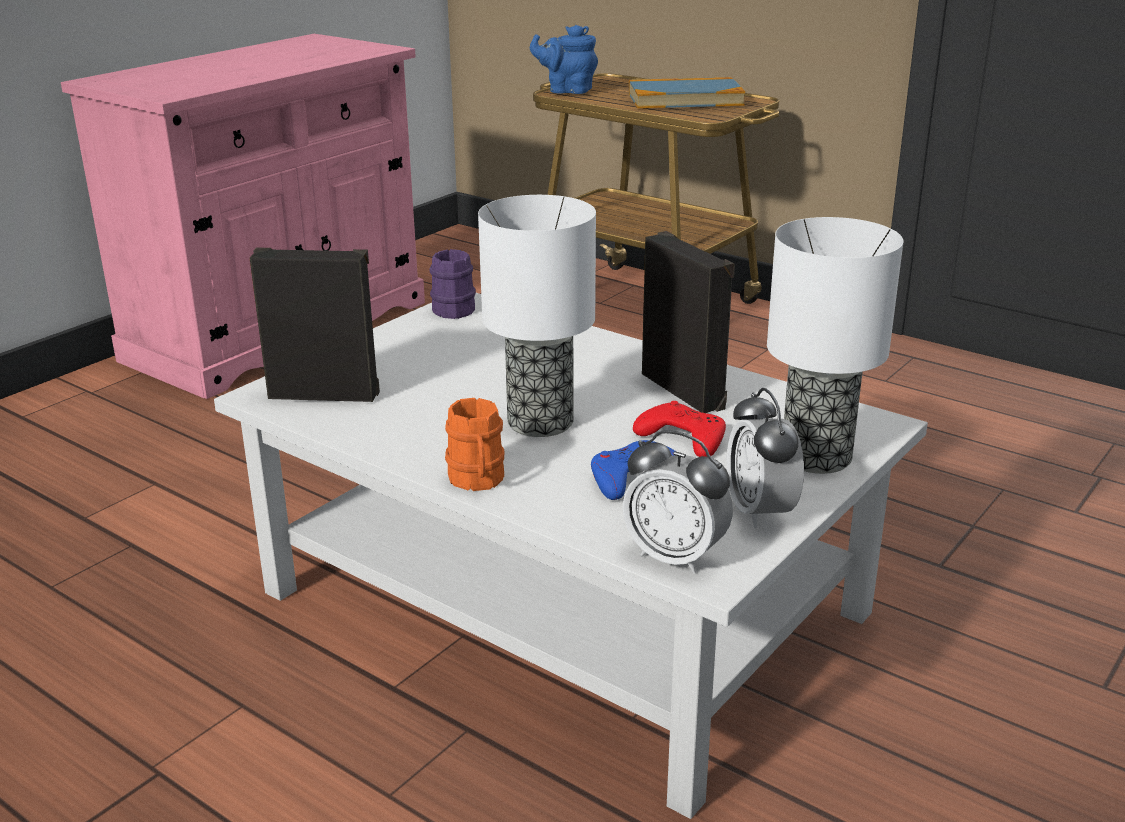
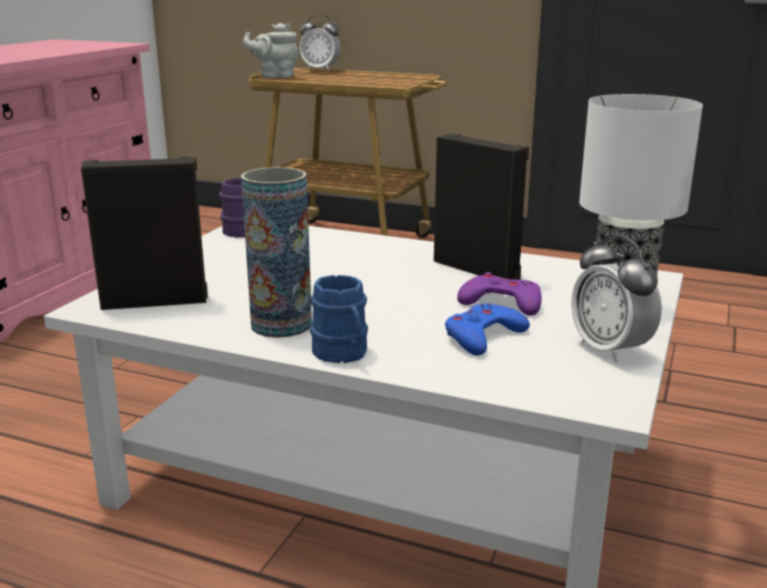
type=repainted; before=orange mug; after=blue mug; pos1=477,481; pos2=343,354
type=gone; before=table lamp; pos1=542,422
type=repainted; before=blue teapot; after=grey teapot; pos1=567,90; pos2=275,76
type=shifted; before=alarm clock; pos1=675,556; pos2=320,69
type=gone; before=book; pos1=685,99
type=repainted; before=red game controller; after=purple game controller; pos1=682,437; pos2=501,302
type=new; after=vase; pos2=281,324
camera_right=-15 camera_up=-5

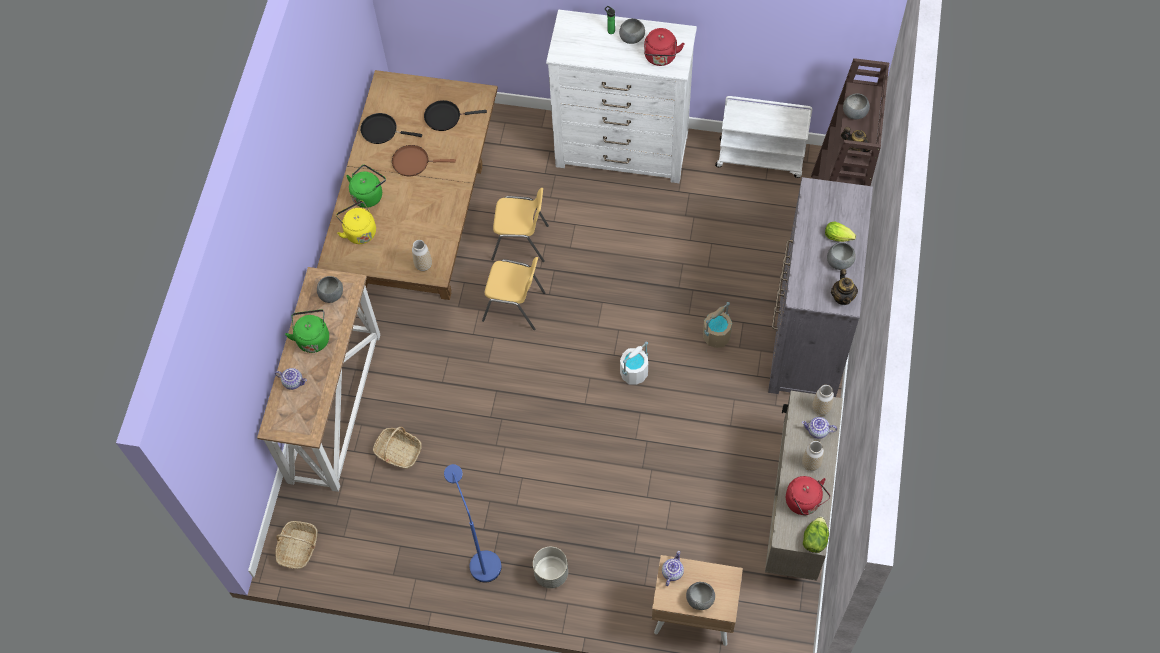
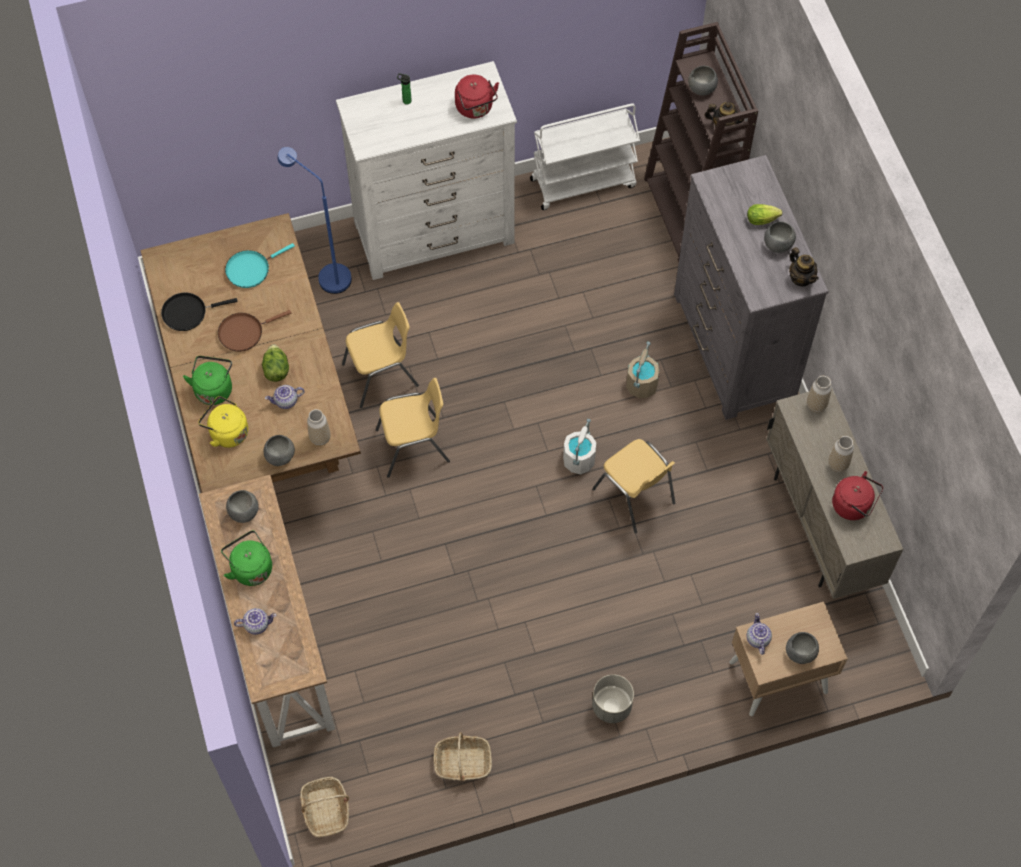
type=shifted; before=basket; pos1=398,452; pos2=462,762
type=repainted; before=black frying pan; after=turquoise frying pan; pos1=445,117; pos2=250,269
type=shifted; before=blue floor lamp; pos1=481,559; pos2=327,275
type=shifted; before=grey bowl; pos1=632,38; pos2=280,456
type=shifted; before=teapot; pos1=817,431; pos2=286,402
type=shifted; before=lettuce; pos1=814,539; pos2=276,369
type=new; after=yellow chair; pos2=634,497
camera_right=-30 camera_up=0

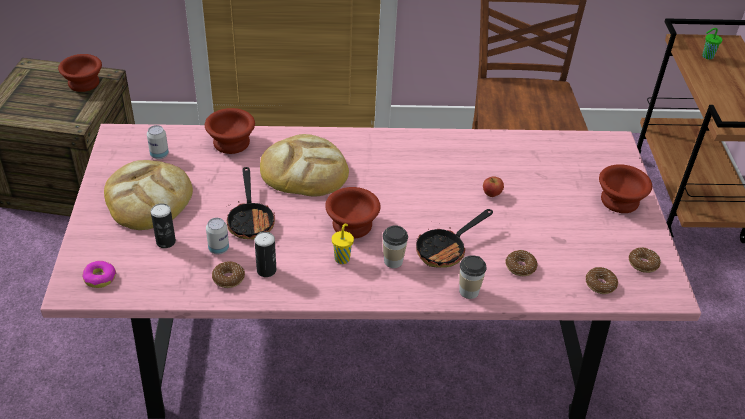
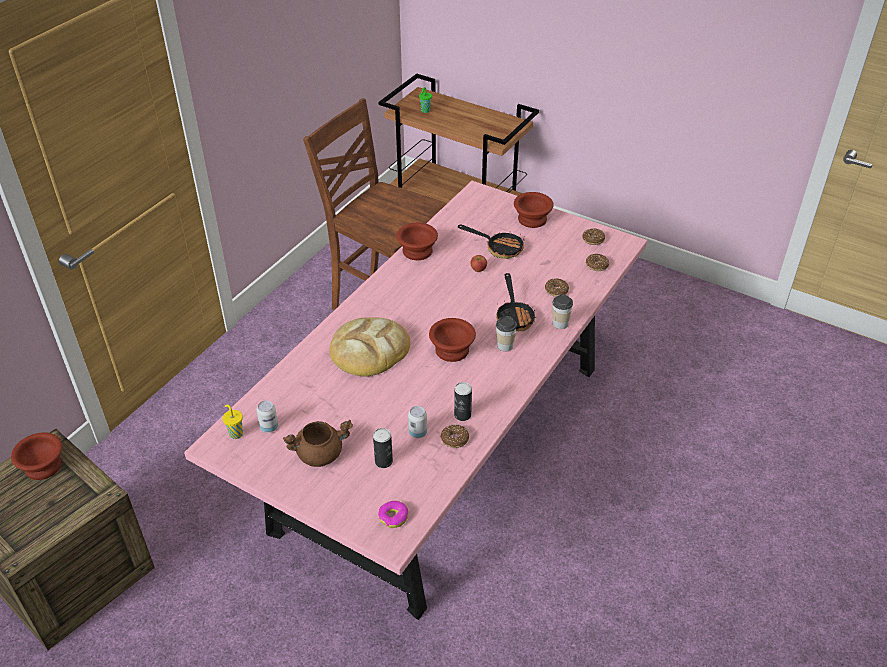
type=swapped; before=bread; after=brown cooking pot; pos1=148,198; pos2=320,454
type=shifted; before=brown bowl; pos1=233,143; pos2=418,250
type=shifted; before=frying pan; pos1=251,220; pos2=499,248
type=shifted; before=yellow cup; pos1=342,258; pos2=235,433
camera_right=-55 camera_up=0

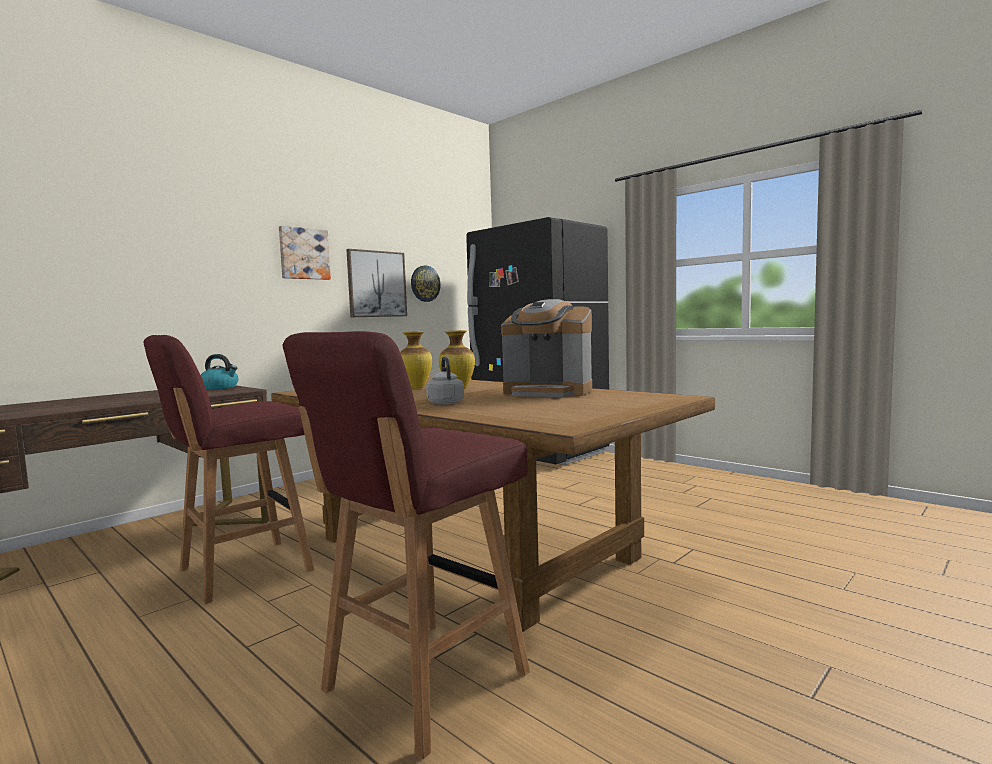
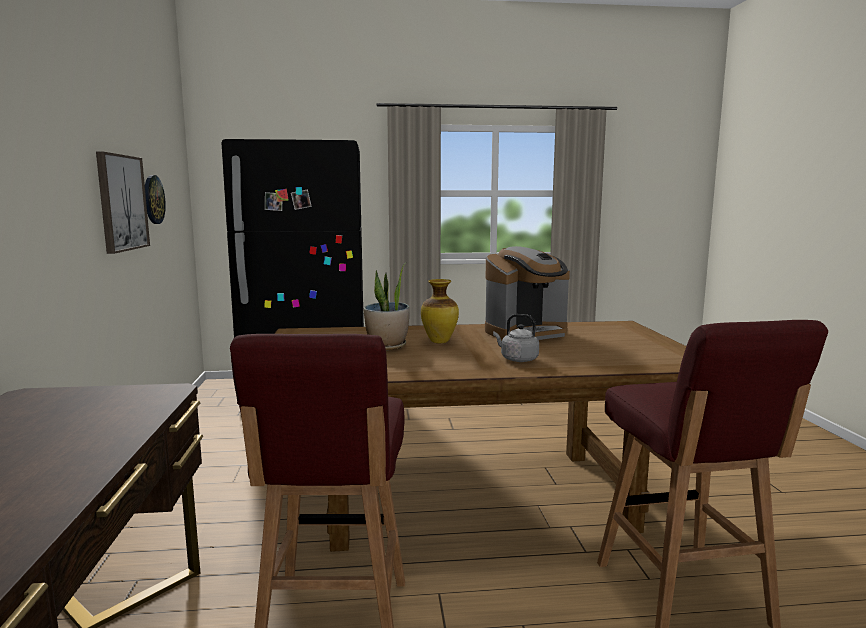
type=gone; before=kettle; pos1=220,387
type=gone; before=picture; pos1=304,254
type=swapped; before=vase; after=potted plant; pos1=416,388; pos2=387,346
camera_right=-50 camera_up=5

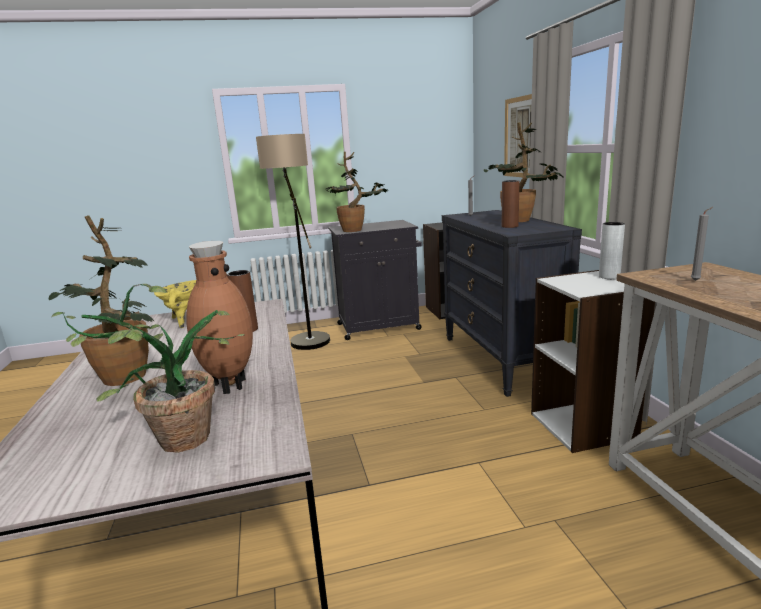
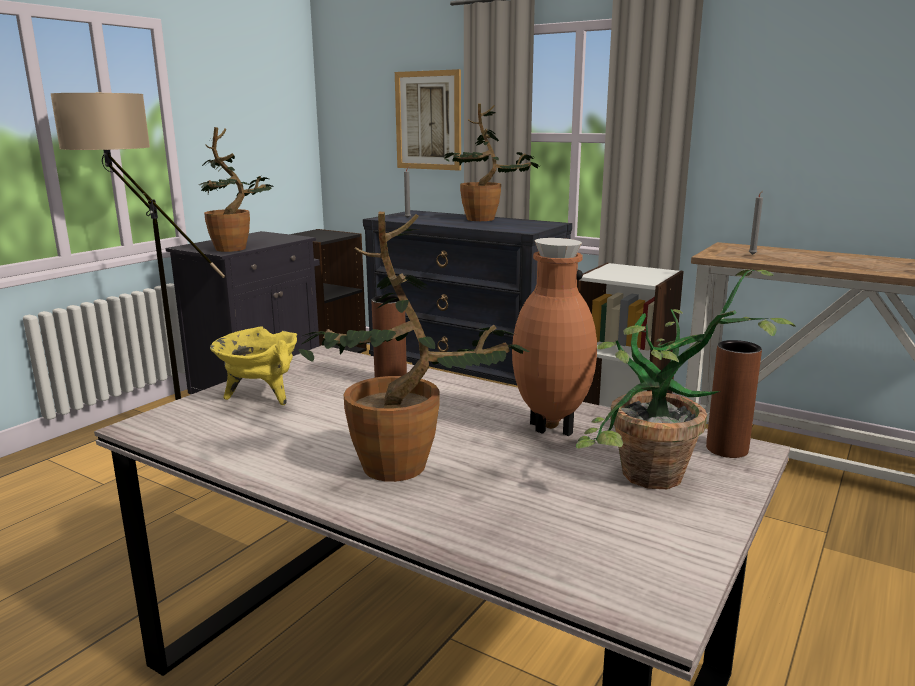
type=shifted; before=brown vase; pos1=509,226; pos2=727,449
type=gone; before=grey vase; pos1=609,277
camera_right=-45 camera_up=0

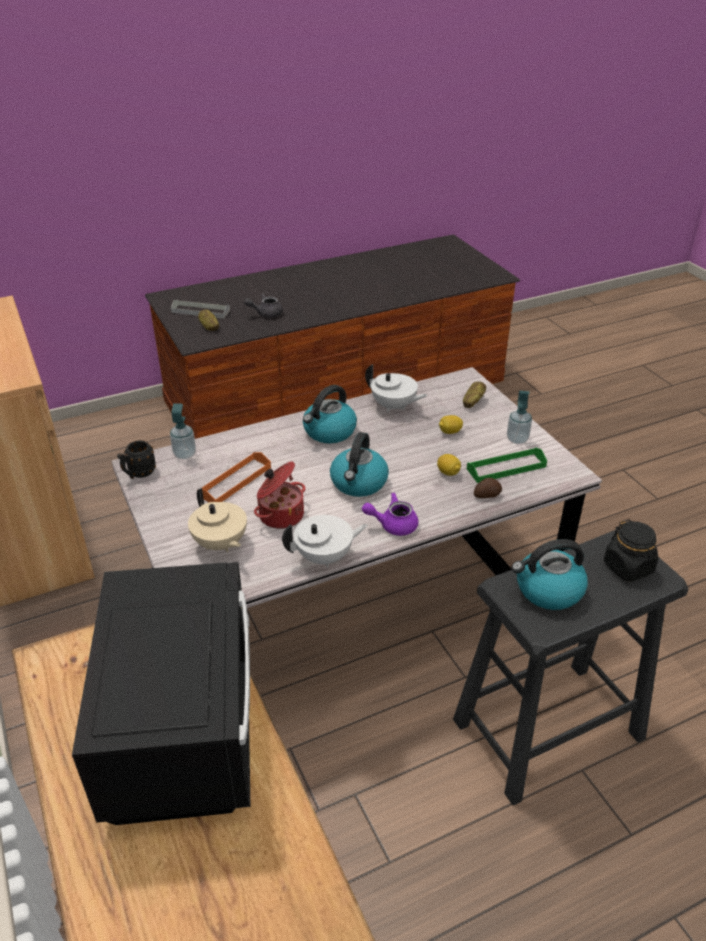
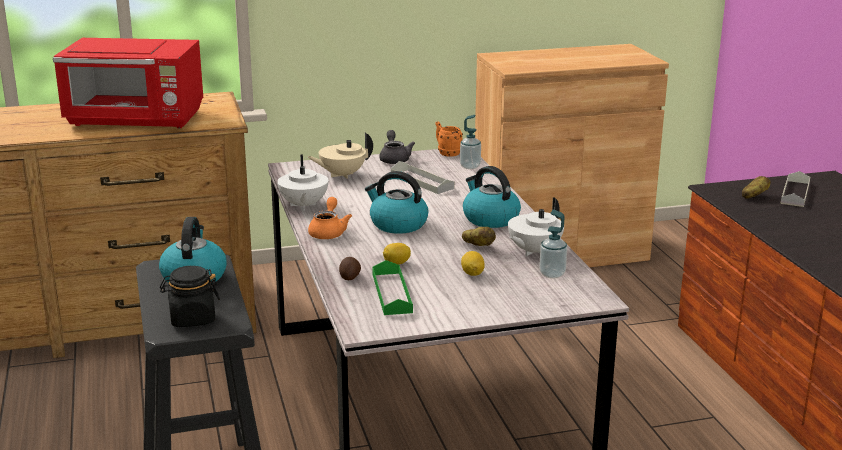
type=repainted; before=black microwave; after=red microwave; pos1=185,726; pos2=137,120
type=repainted; before=black mug; after=orange mug; pos1=138,474; pos2=447,153
type=repainted; before=orange tray; after=grey tray; pos1=235,481; pos2=422,181
type=shifted; before=grey teapot; pos1=266,313; pos2=394,159
type=gone; before=cooking pot; pos1=280,514
type=repainted; before=purple teapot; after=orange teapot; pos1=393,525; pos2=328,232
type=shifted; before=potato; pos1=472,402; pos2=478,246
type=shifted; before=soap dispenser; pos1=517,439; pos2=552,274
camera_right=100 camera_up=-15

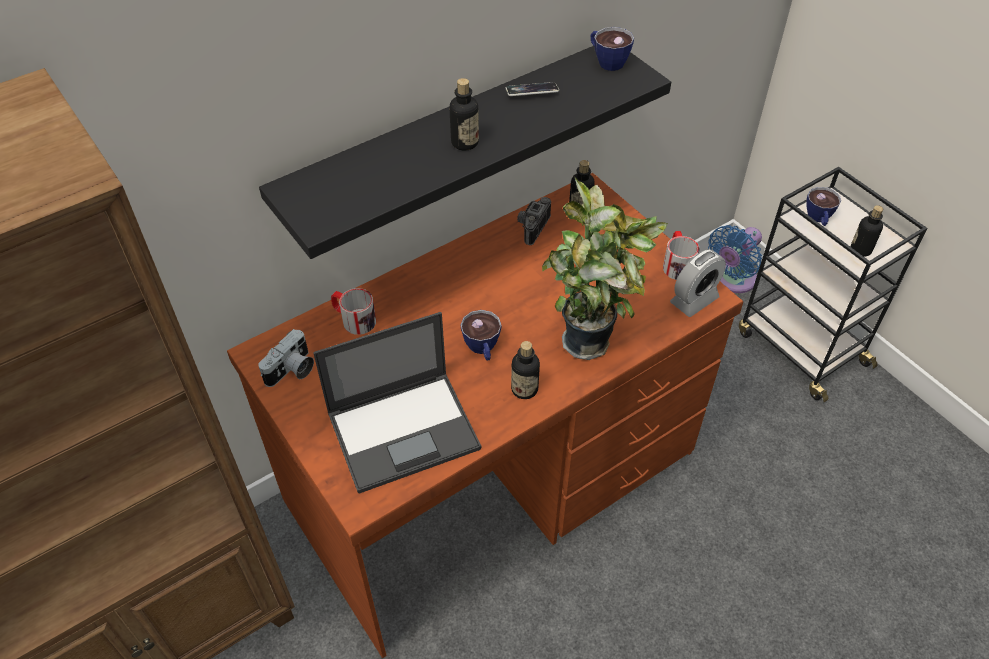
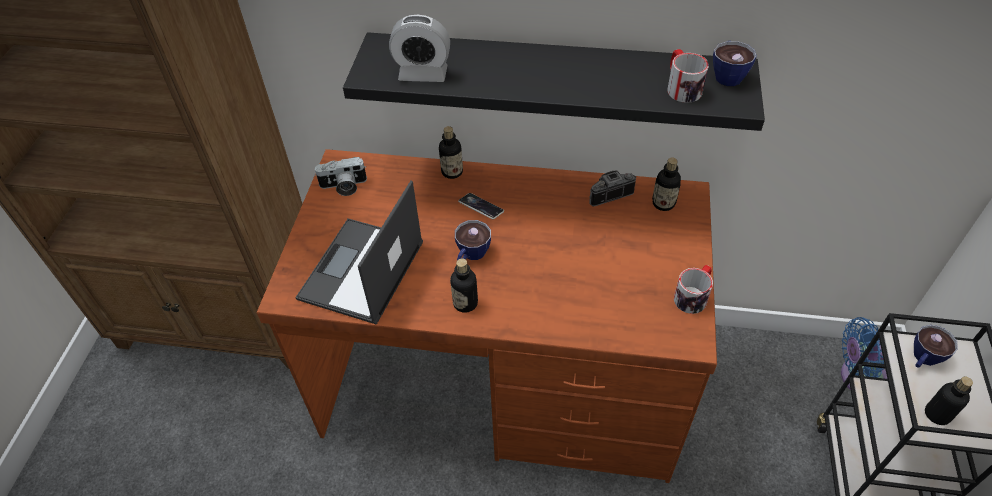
type=rotated; before=laptop; pos1=405,430; pos2=361,272; turn=90
type=shifted; before=mug; pos1=354,319; pos2=681,87
type=shifted; before=bottle; pos1=465,142; pos2=452,172
type=shifted; before=phone; pos1=532,92; pos2=481,208
type=gone; before=potted plant; pos1=592,342
type=shifted; before=alarm clock; pos1=694,300; pos2=423,74
camera_right=45 camera_up=0

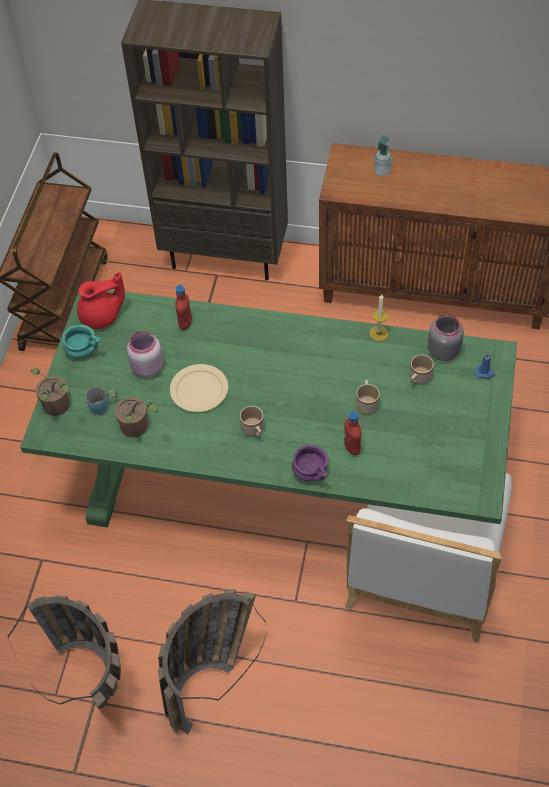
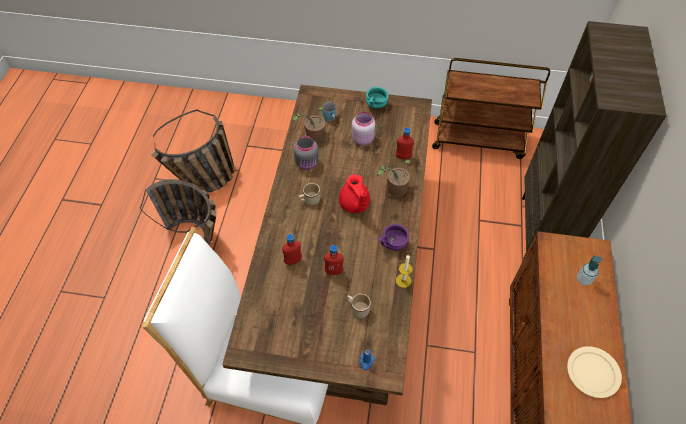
type=repainted; before=green dining table; after=brown dining table; pos1=280,477; pos2=343,273
type=shifted; before=potted plant; pos1=58,407; pos2=394,189
type=shifted; before=red teapot; pos1=102,316; pos2=354,204
type=shifted; before=beige plate; pos1=199,389; pos2=593,373
type=shifted; before=purple bowl; pos1=311,472; pos2=394,244
type=swapped; before=beige mug; after=red bottle; pos1=367,403; pos2=334,271
type=shifted; before=grey jar; pos1=444,351; pos2=307,164
camera_right=85 camera_up=0

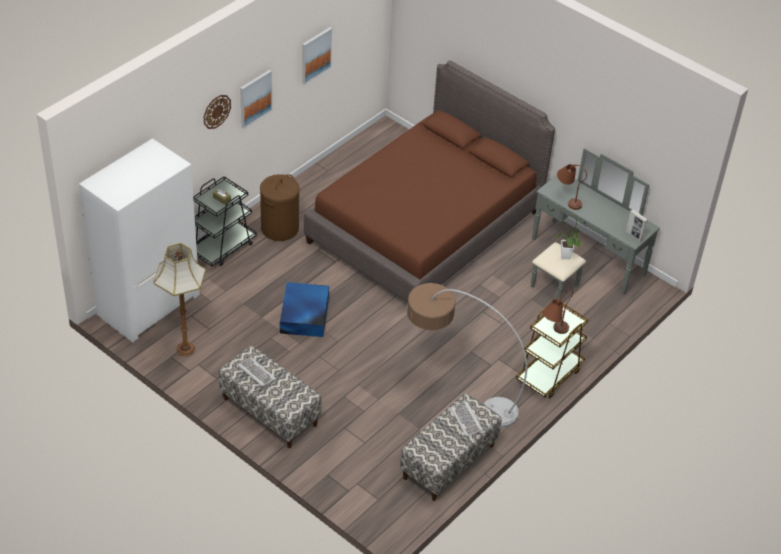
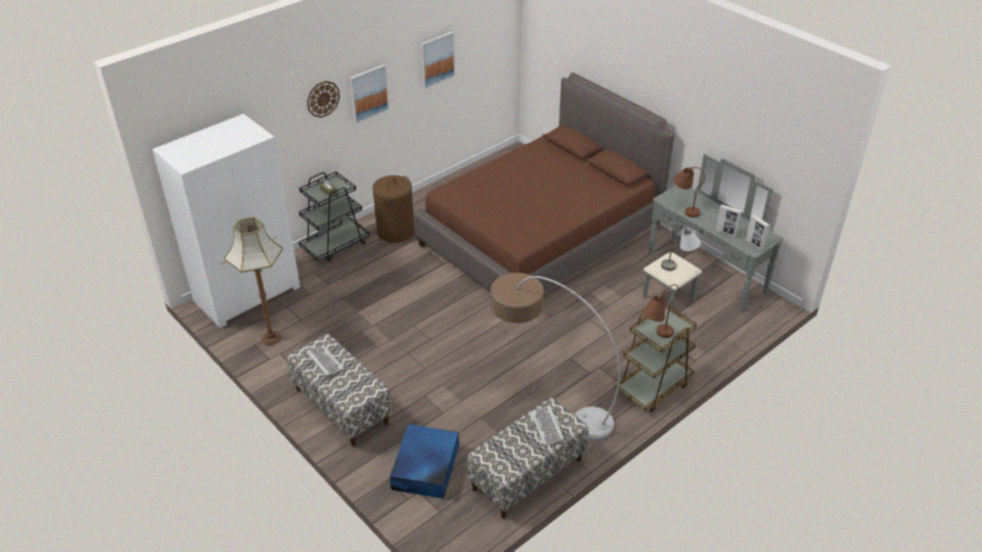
type=shifted; before=blue storage box; pos1=304,315; pos2=425,467
type=swapped; before=potted plant; after=grey table lamp; pos1=565,258; pos2=679,267
type=new; after=picture frame; pos2=725,233
camera_right=10 camera_up=-5

